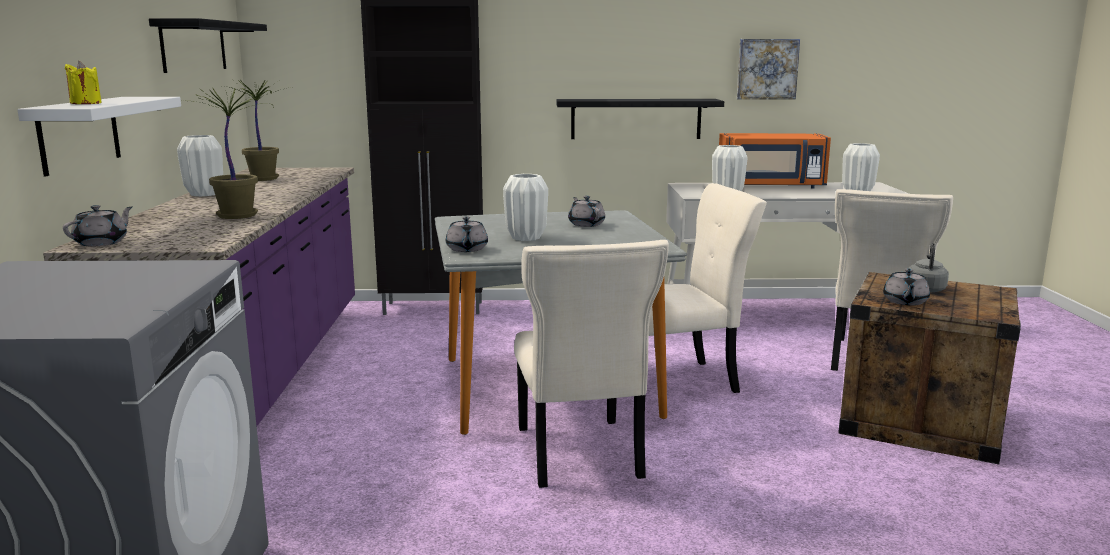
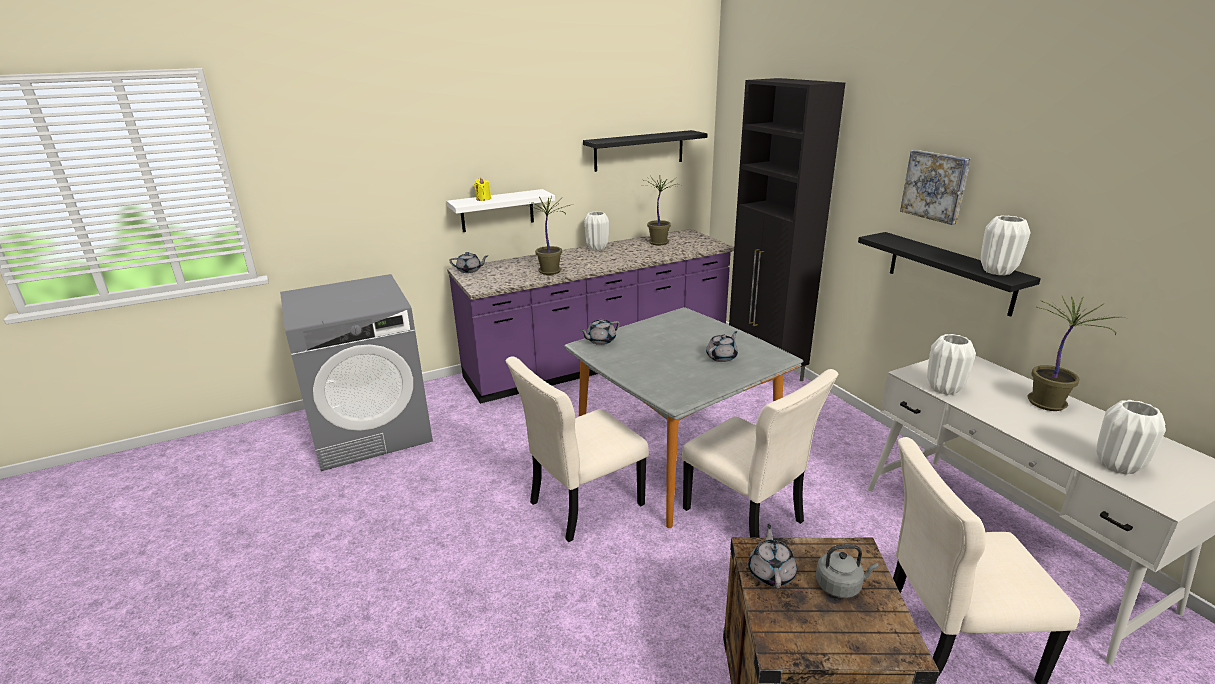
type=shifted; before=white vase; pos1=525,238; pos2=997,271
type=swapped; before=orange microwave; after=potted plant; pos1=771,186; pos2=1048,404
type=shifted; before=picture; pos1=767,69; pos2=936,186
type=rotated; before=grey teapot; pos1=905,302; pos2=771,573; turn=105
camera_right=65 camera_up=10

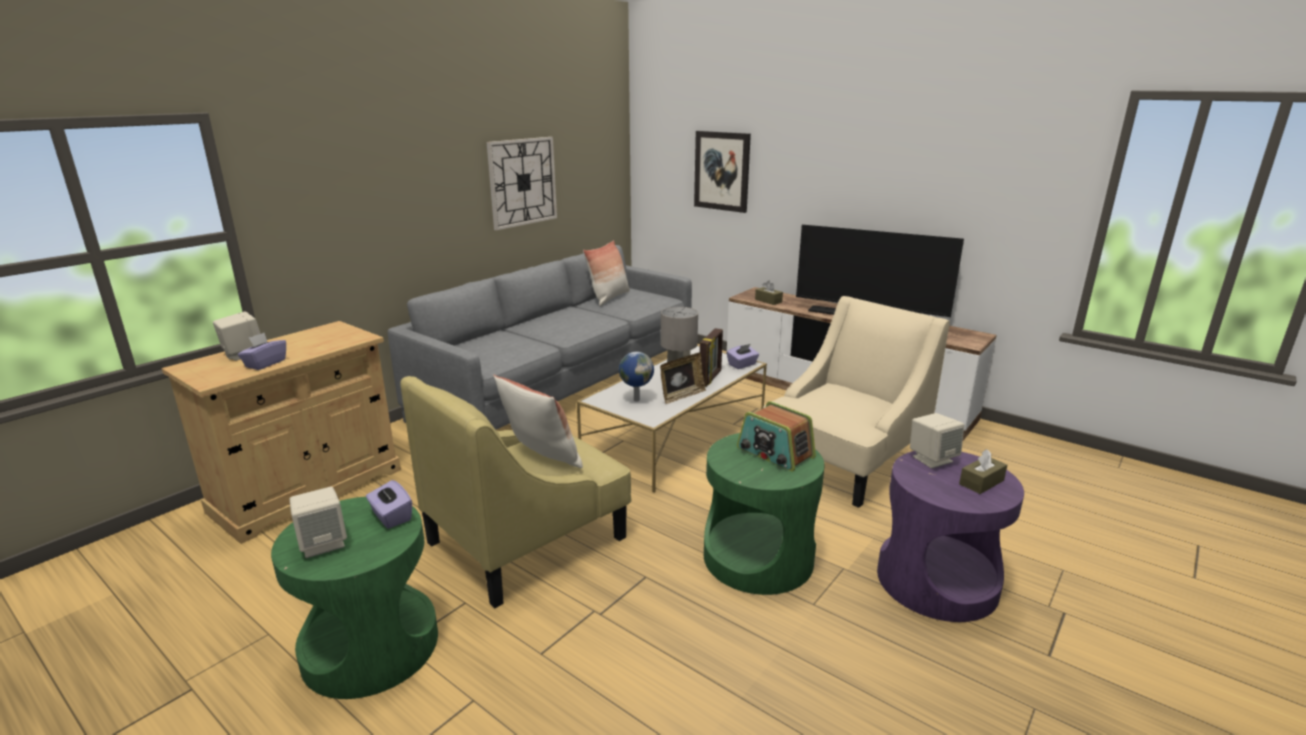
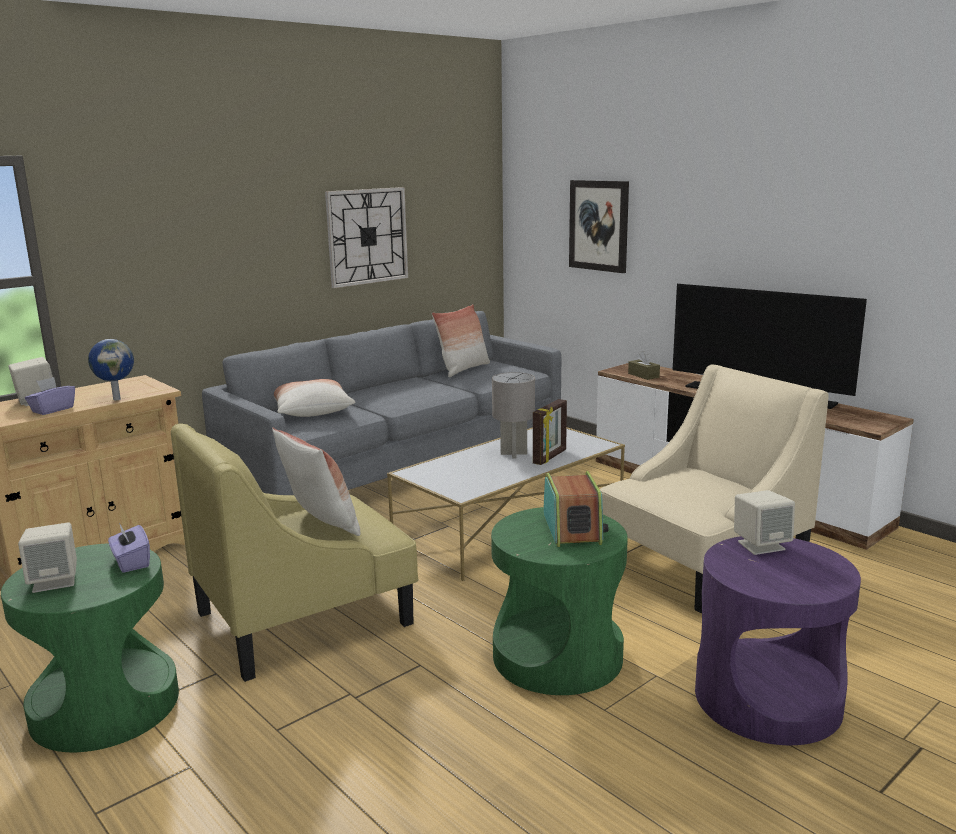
type=shifted; before=globe; pos1=636,400; pos2=117,399
type=gone; before=picture frame; pos1=681,396
type=gone; before=purple tissue box; pos1=742,365
type=rotated; before=radio; pos1=775,453; pos2=573,529; turn=-150
type=gone; before=brown tissue box; pos1=981,482
type=new; after=pillow; pos2=311,411
camera_right=10 camera_up=-5

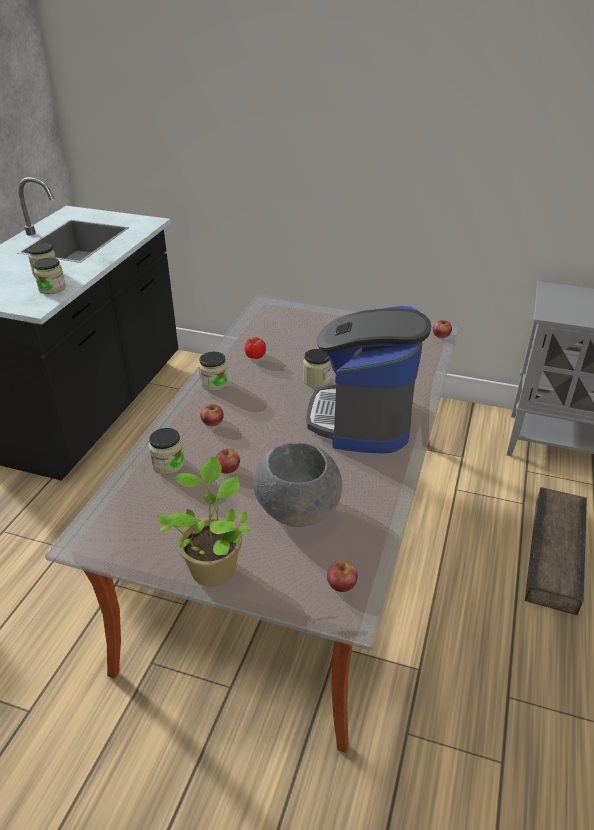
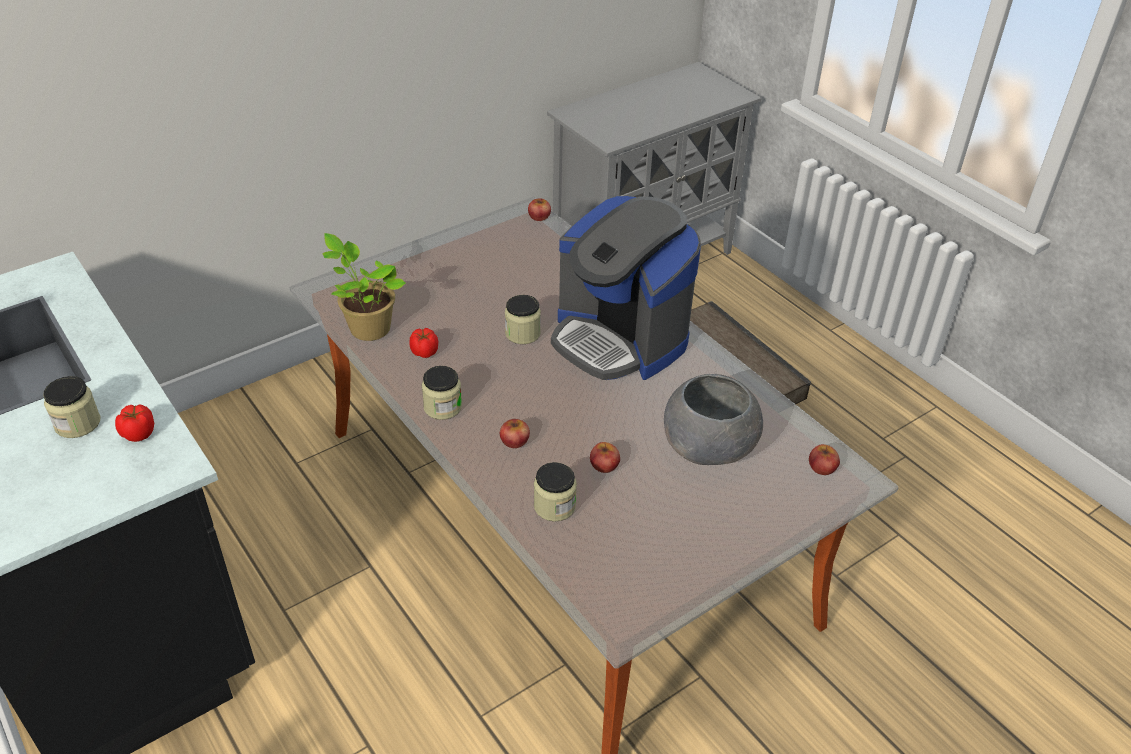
type=swapped; before=jar; after=tomato; pos1=52,288; pos2=139,433
type=shifted; before=potted plant; pos1=213,566; pos2=367,327
camera_right=-55 camera_up=5

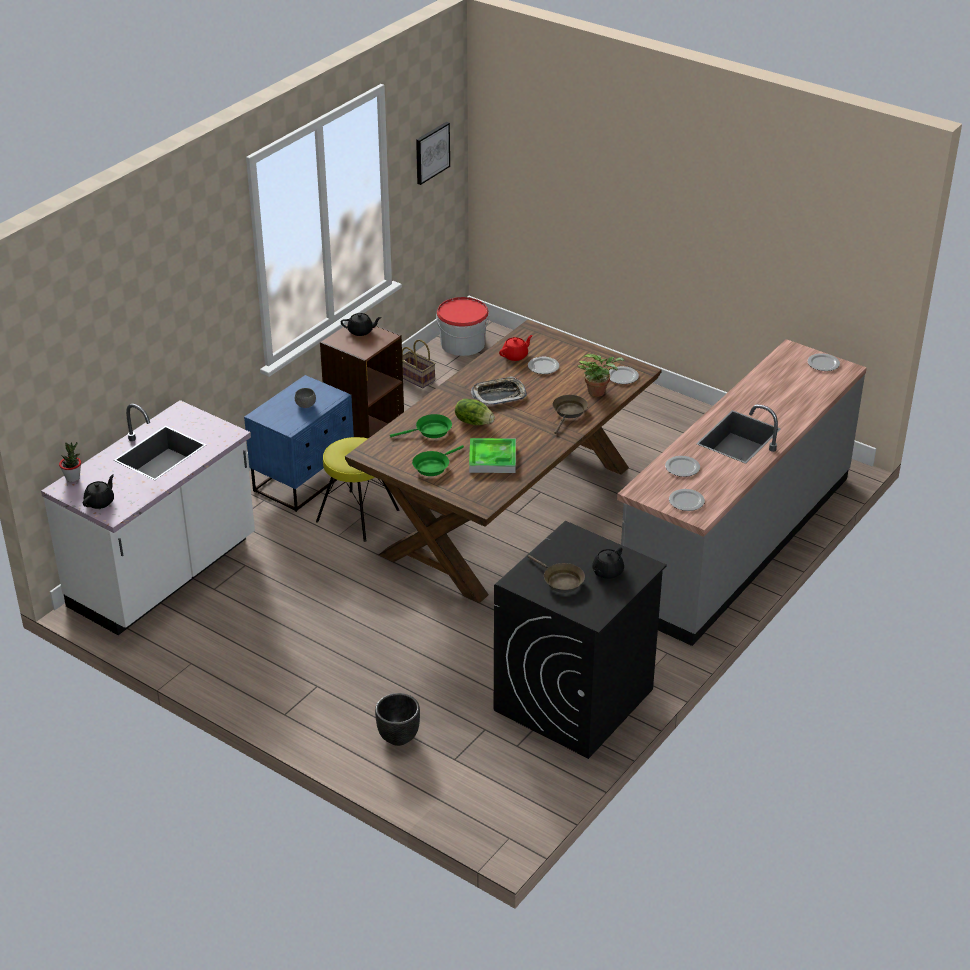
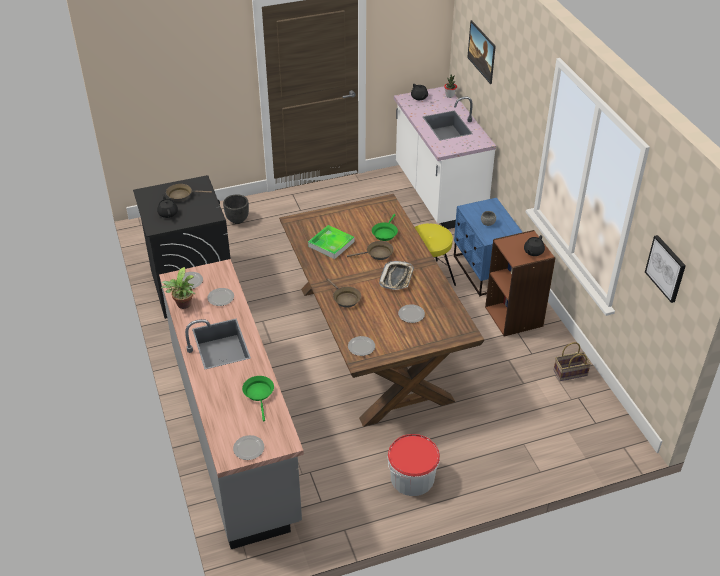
type=shifted; before=green frying pan; pos1=433,466; pos2=259,394
type=shifted; before=bucket; pos1=462,343; pos2=412,478
type=swapped; before=lettuce; after=brown frying pan; pos1=473,422; pos2=377,254
type=gone; before=red teapot; pos1=515,356
type=shifted; before=potted plant; pos1=598,392; pos2=183,305
type=new; after=picture; pos2=480,61
camera_right=125 camera_up=5

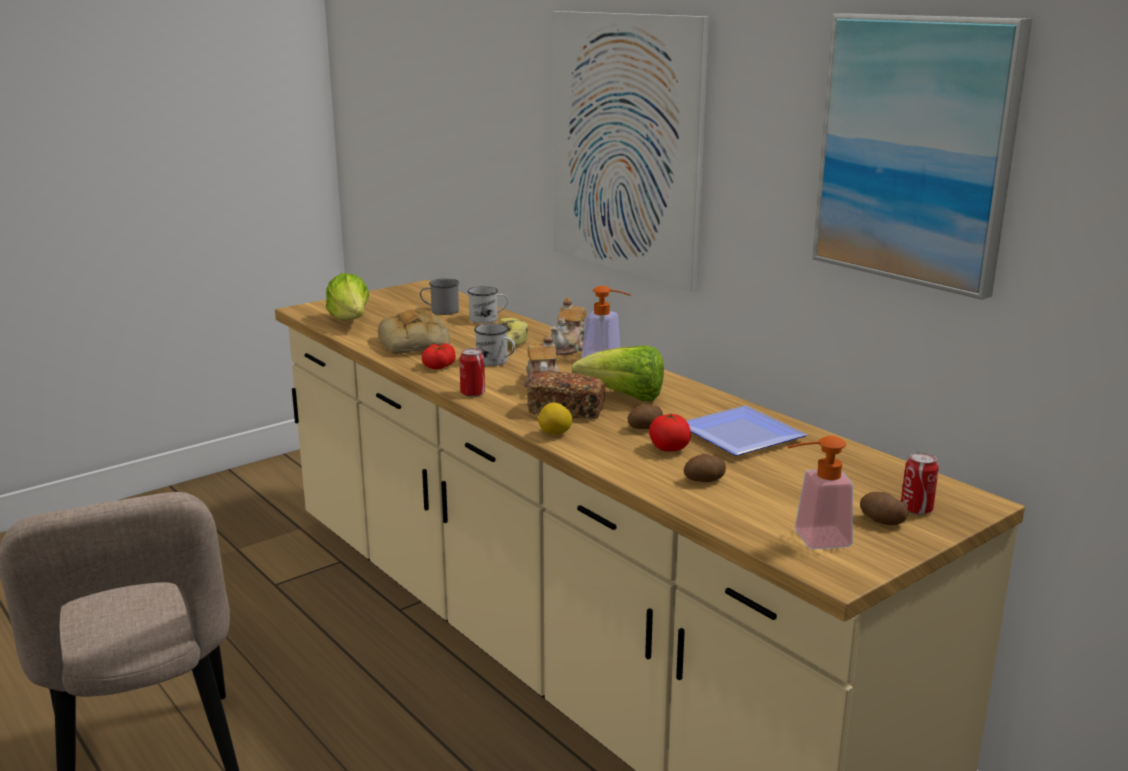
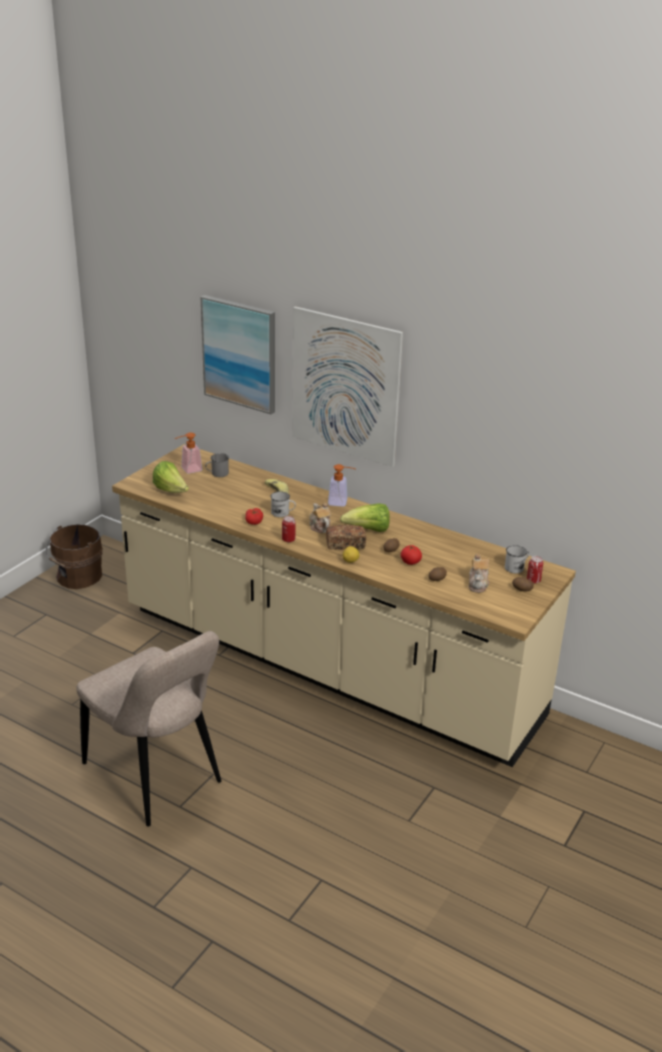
type=gone; before=bread; pos1=415,344
type=shifted; before=white mug; pos1=488,319; pos2=516,567
type=shifted; before=teapot; pos1=569,348; pos2=478,584
type=gone; before=plate; pos1=741,433
type=shifted; before=soap dispenser; pos1=812,539; pos2=188,470
type=shifted; before=picture; pos1=915,151; pos2=240,353
type=new; after=brown bucket; pos2=77,577
camera_right=-20 camera_up=10

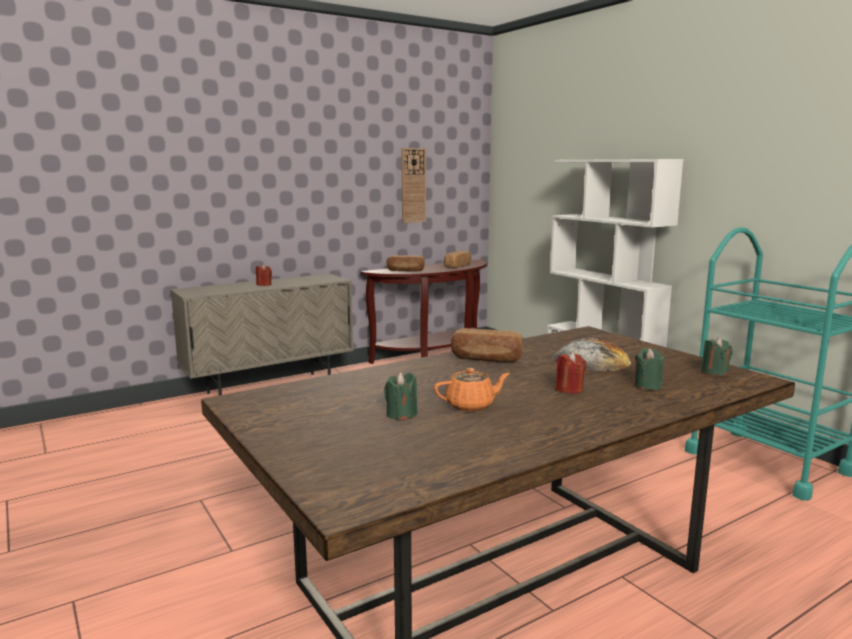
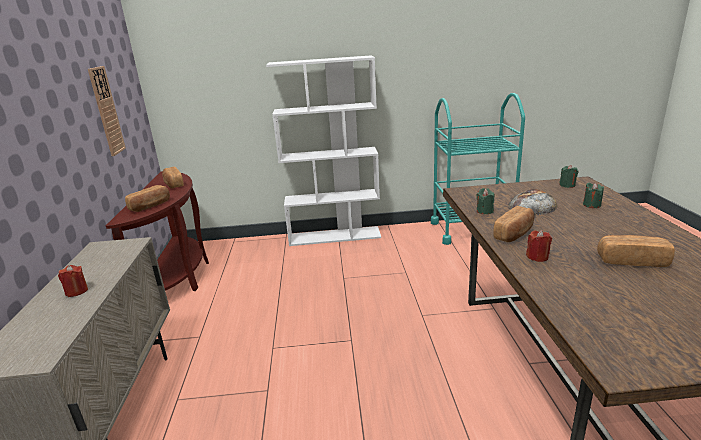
type=shifted; before=green candle; pos1=401,414; pos2=484,211
type=swapped; before=orange teapot; after=bread; pos1=471,405; pos2=631,260
type=shifted; before=red candle; pos1=569,389; pos2=537,257
camera_right=-60 camera_up=10

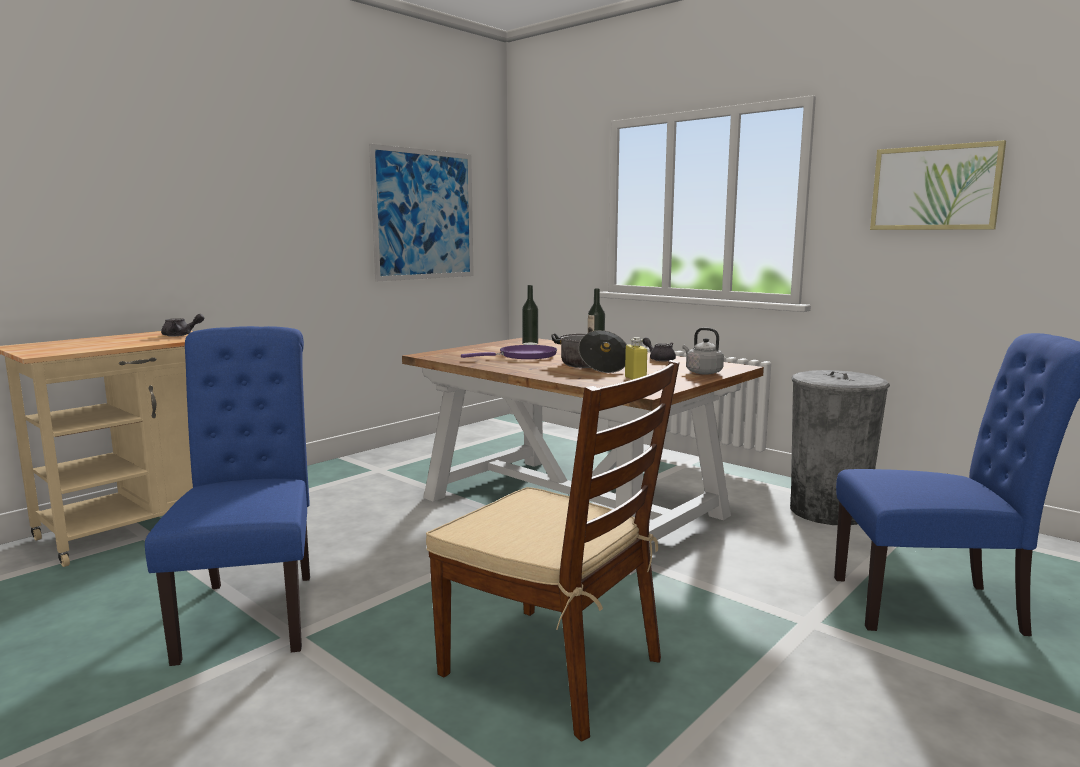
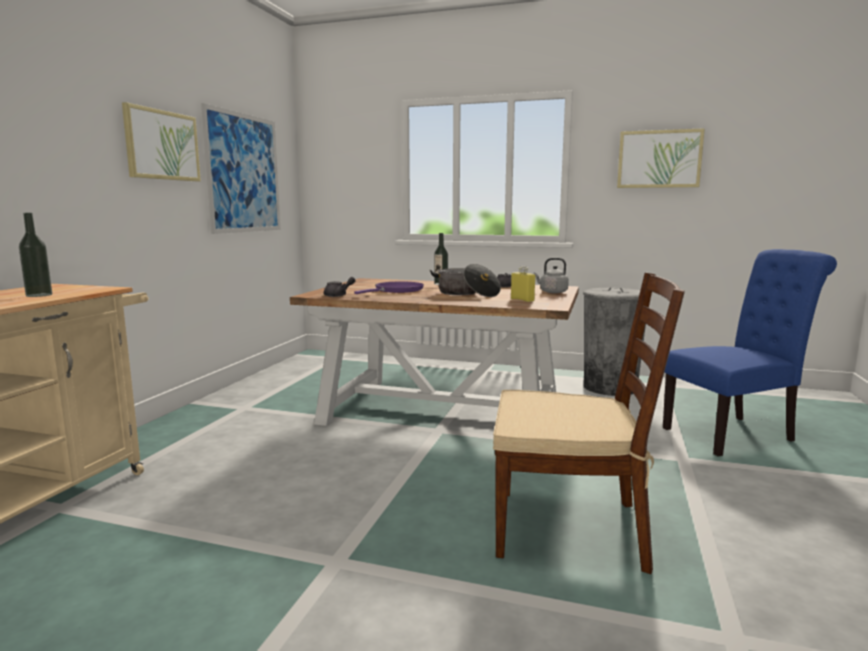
type=gone; before=blue chair; pos1=253,610
type=shifted; before=grey teapot; pos1=181,335; pos2=339,295
type=shifted; before=bottle; pos1=530,343; pos2=39,295
type=new; after=picture; pos2=162,145
camera_right=-25 camera_up=0

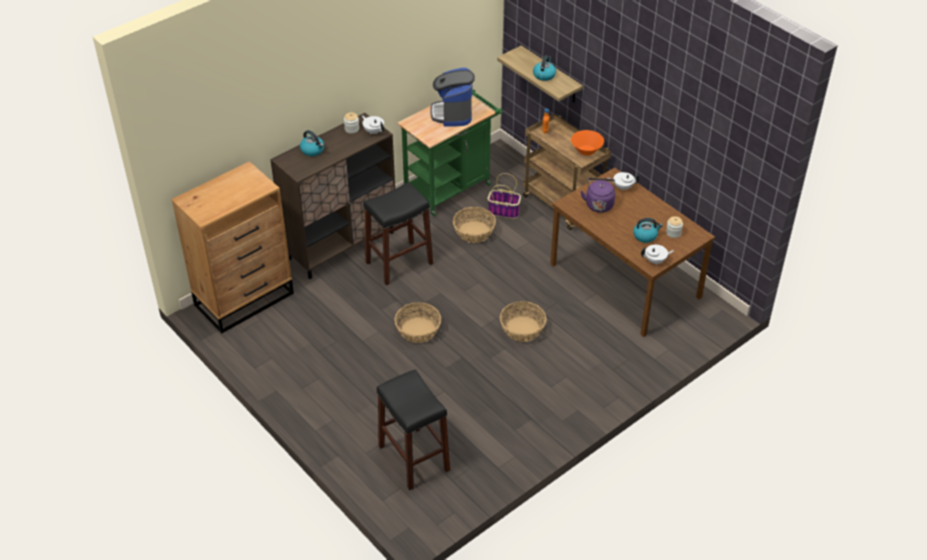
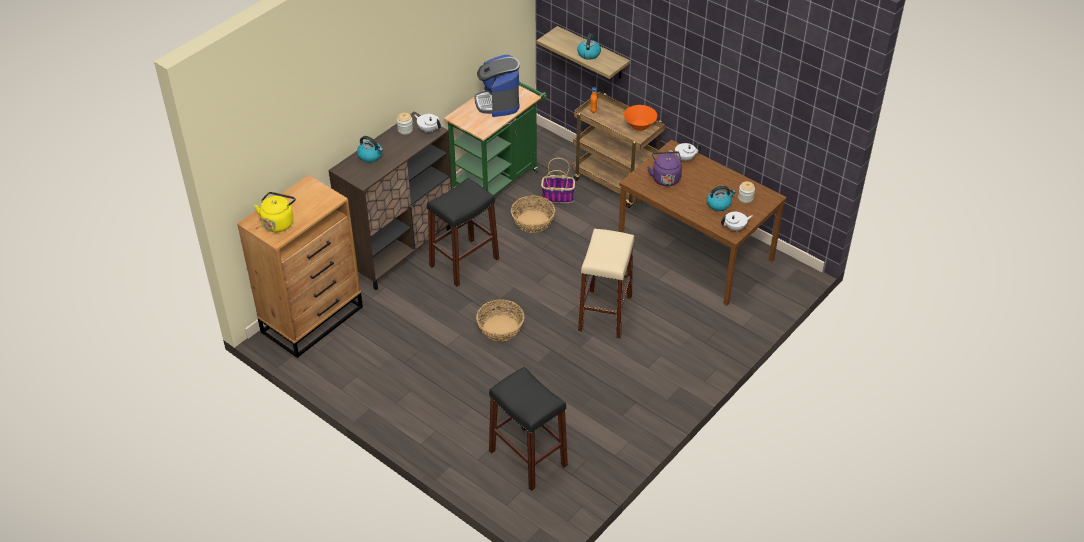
type=swapped; before=basket; after=beige stool; pos1=522,329; pos2=605,313
type=new; after=yellow kettle; pos2=278,222
camera_right=-10 camera_up=0

